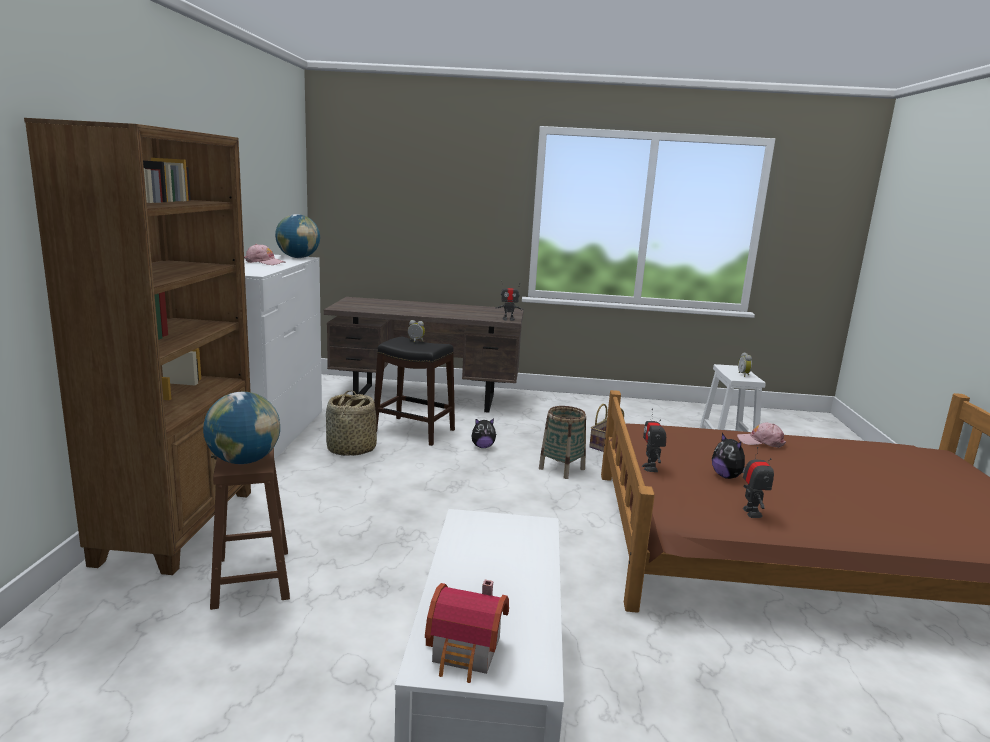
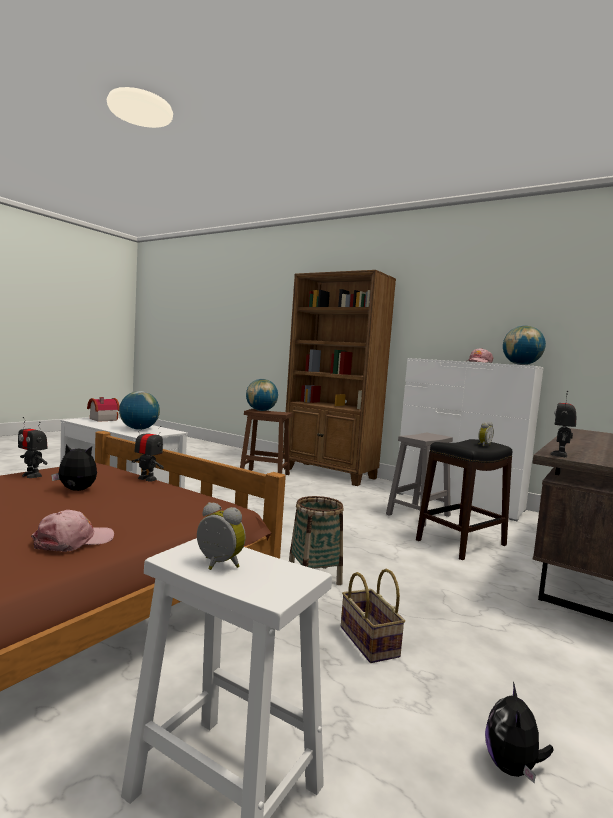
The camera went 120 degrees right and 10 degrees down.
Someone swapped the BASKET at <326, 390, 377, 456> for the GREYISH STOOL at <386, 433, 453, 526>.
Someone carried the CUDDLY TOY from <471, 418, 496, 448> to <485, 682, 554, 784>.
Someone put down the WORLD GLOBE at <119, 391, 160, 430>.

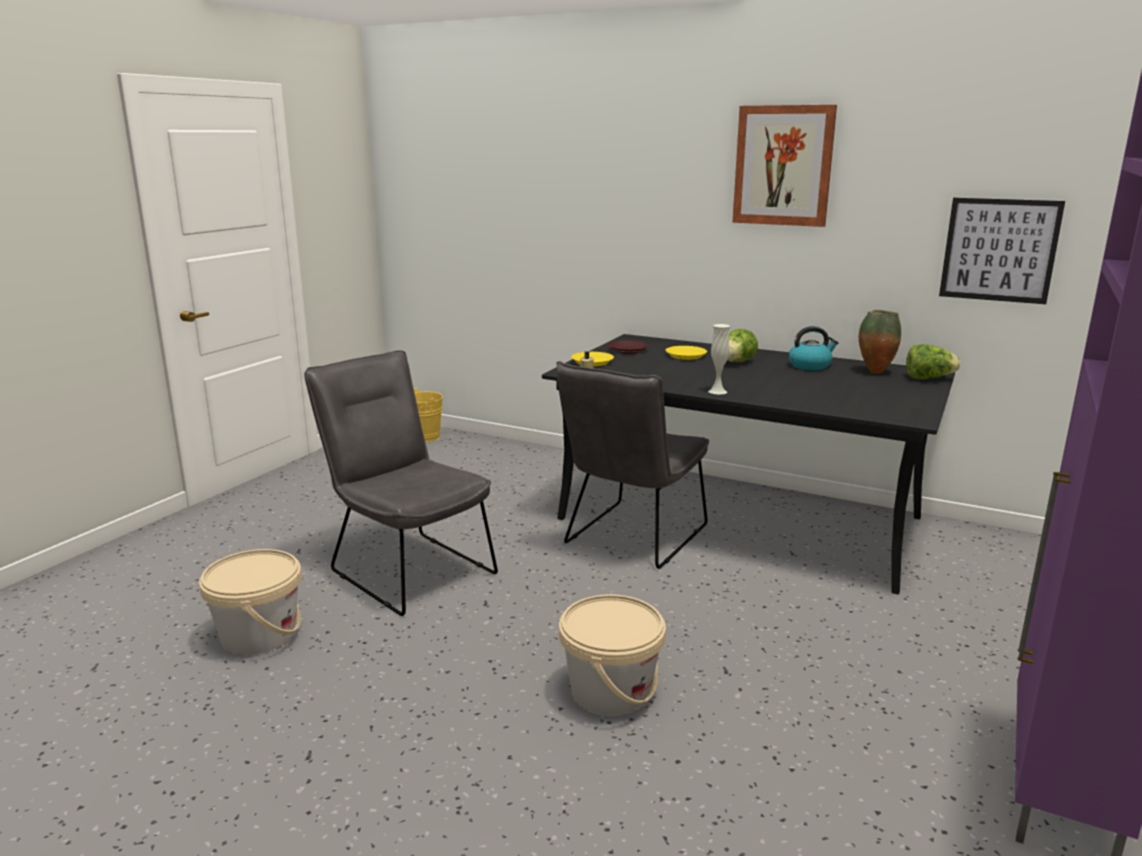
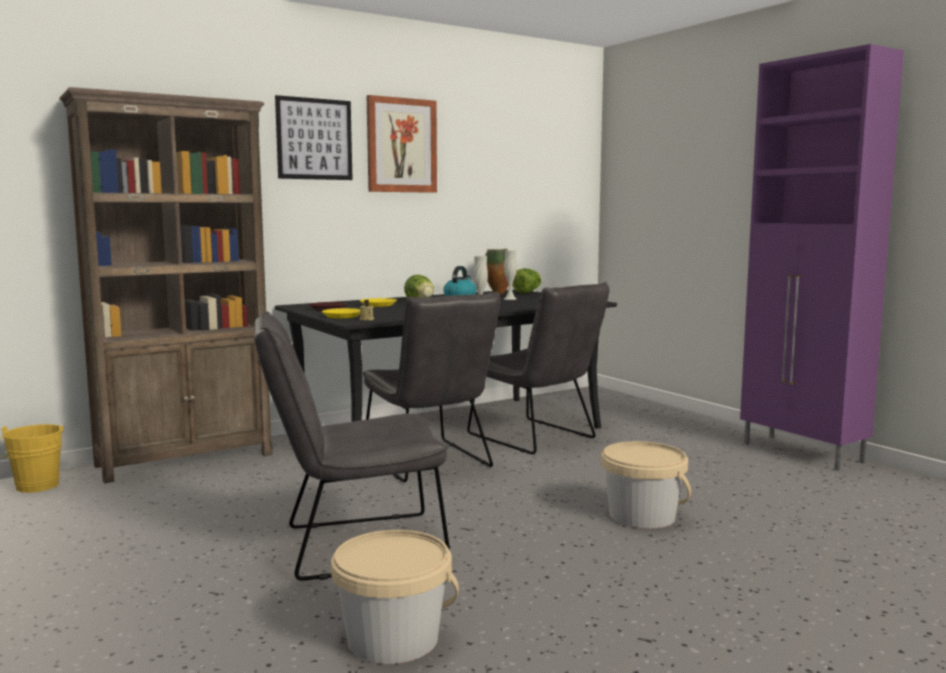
The camera went 60 degrees left and 10 degrees down.
Someone carried the WALL ART from <939, 198, 1065, 304> to <275, 95, 353, 180>.
Someone put down the BROWNISH SHELVING UNIT at <59, 87, 273, 483>.
Someone put down the WHITISH DECORATIVE VASE at <504, 250, 517, 300>.
Someone put down the GREYISH PLAIN CHAIR at <467, 282, 609, 454>.

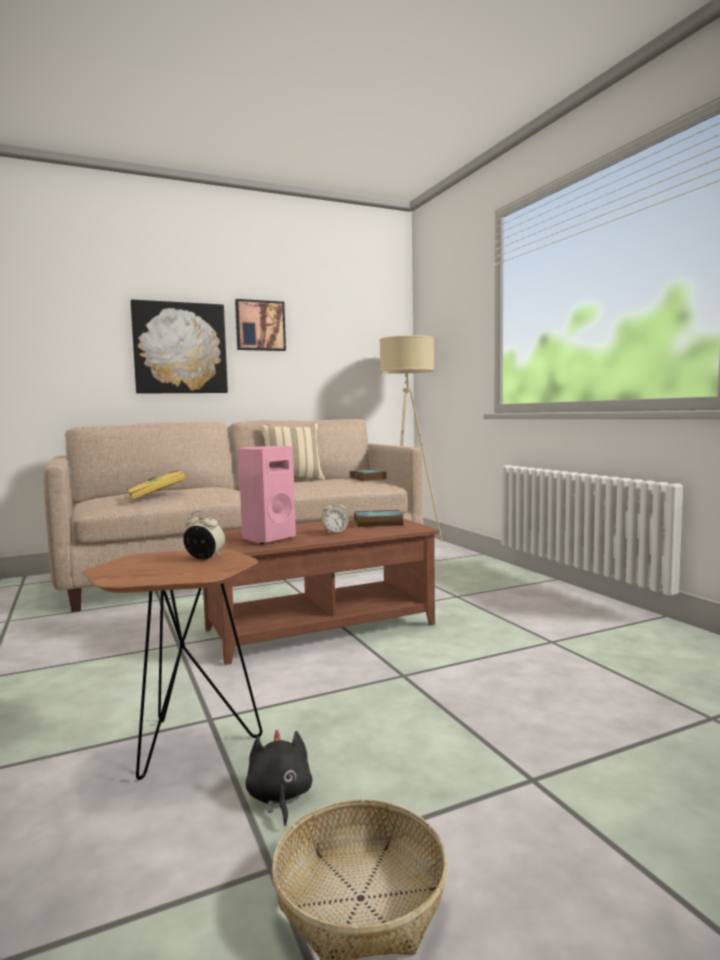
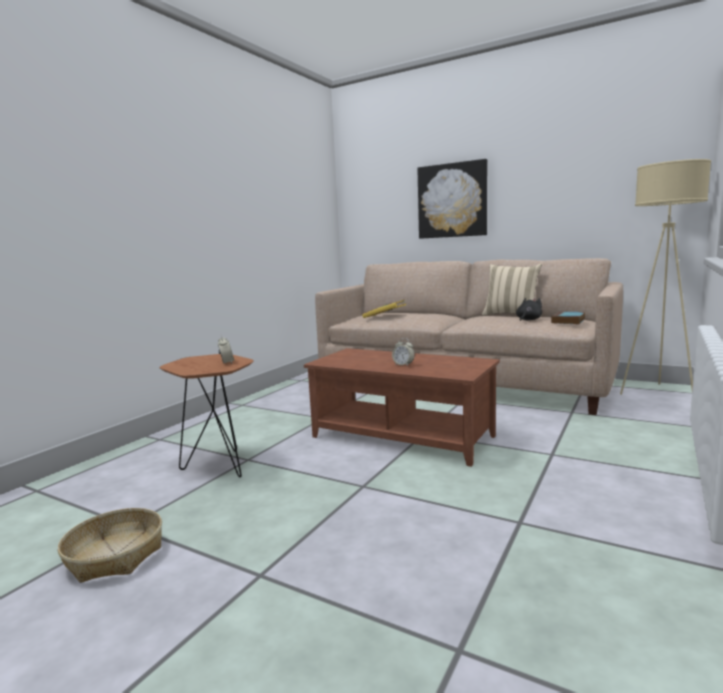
The camera went 55 degrees right and 5 degrees up.
Someone took away the WALL ART at <235, 299, 286, 351>.
Someone took away the PINKISH LOUDSPEAKER at <238, 446, 296, 544>.
Someone took away the BOUND BOOK at <354, 510, 404, 527>.
Someone carried the BLACK-COLOURED CUDDLY TOY from <246, 730, 312, 826> to <516, 298, 542, 321>.

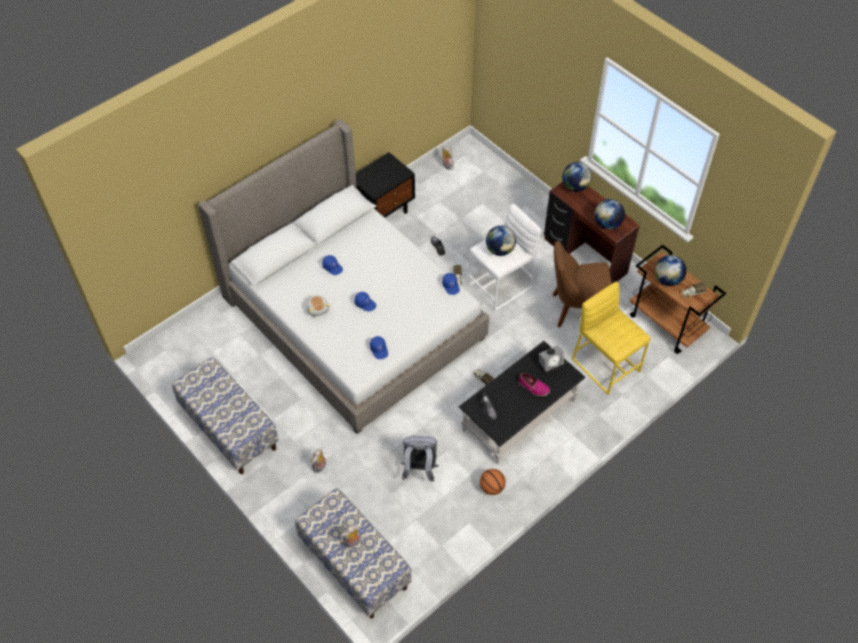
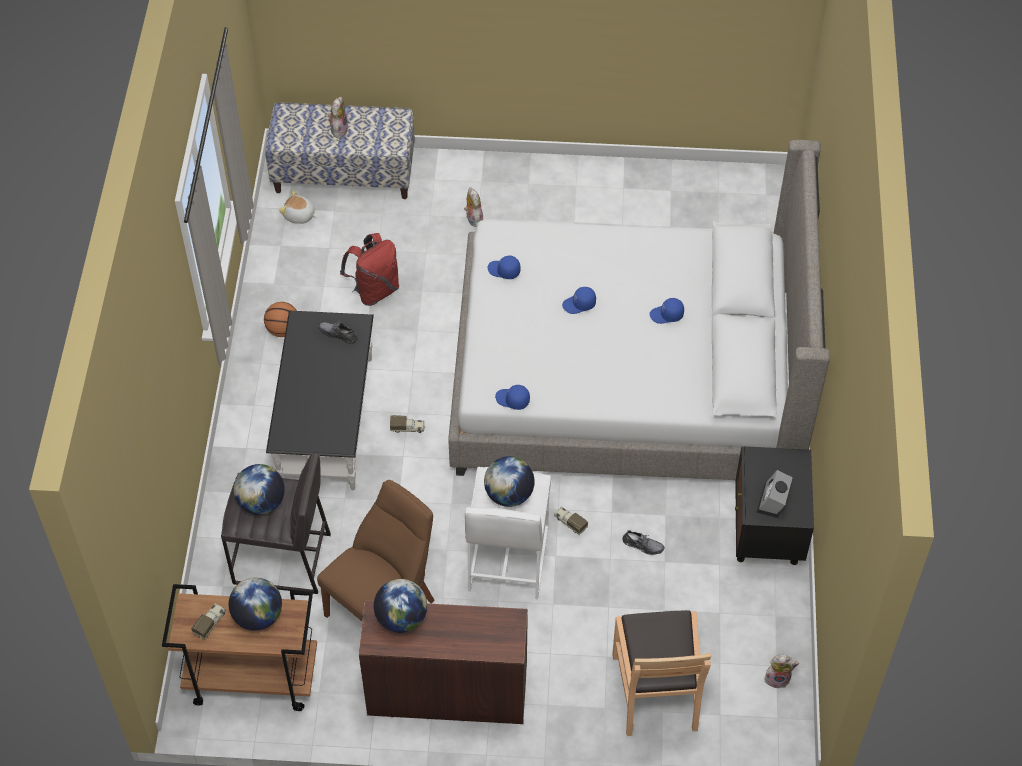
The camera went 135 degrees right and 0 degrees up.
Someone carried the WORLD GLOBE from <562, 162, 592, 192> to <234, 464, 285, 515>.
Someone repainted the YELLOWISH STOOL at <572, 282, 650, 395>, which became the GREYISH STOOL at <221, 453, 331, 594>.
Someone carried the CUDDLY TOY from <306, 295, 330, 316> to <279, 190, 316, 224>.
Someone carried the ALARM CLOCK from <539, 345, 564, 375> to <757, 470, 793, 518>.
Someone took away the INDOOR BENCH at <172, 357, 279, 474>.
Someone took away the LOW SHOE at <519, 373, 550, 396>.
Someone repainted the GREYISH BACKPACK at <401, 435, 438, 482>, which became the RED BACKPACK at <340, 233, 399, 306>.
Someone put down the BROWNISH PLAIN CHAIR at <612, 610, 711, 736>.

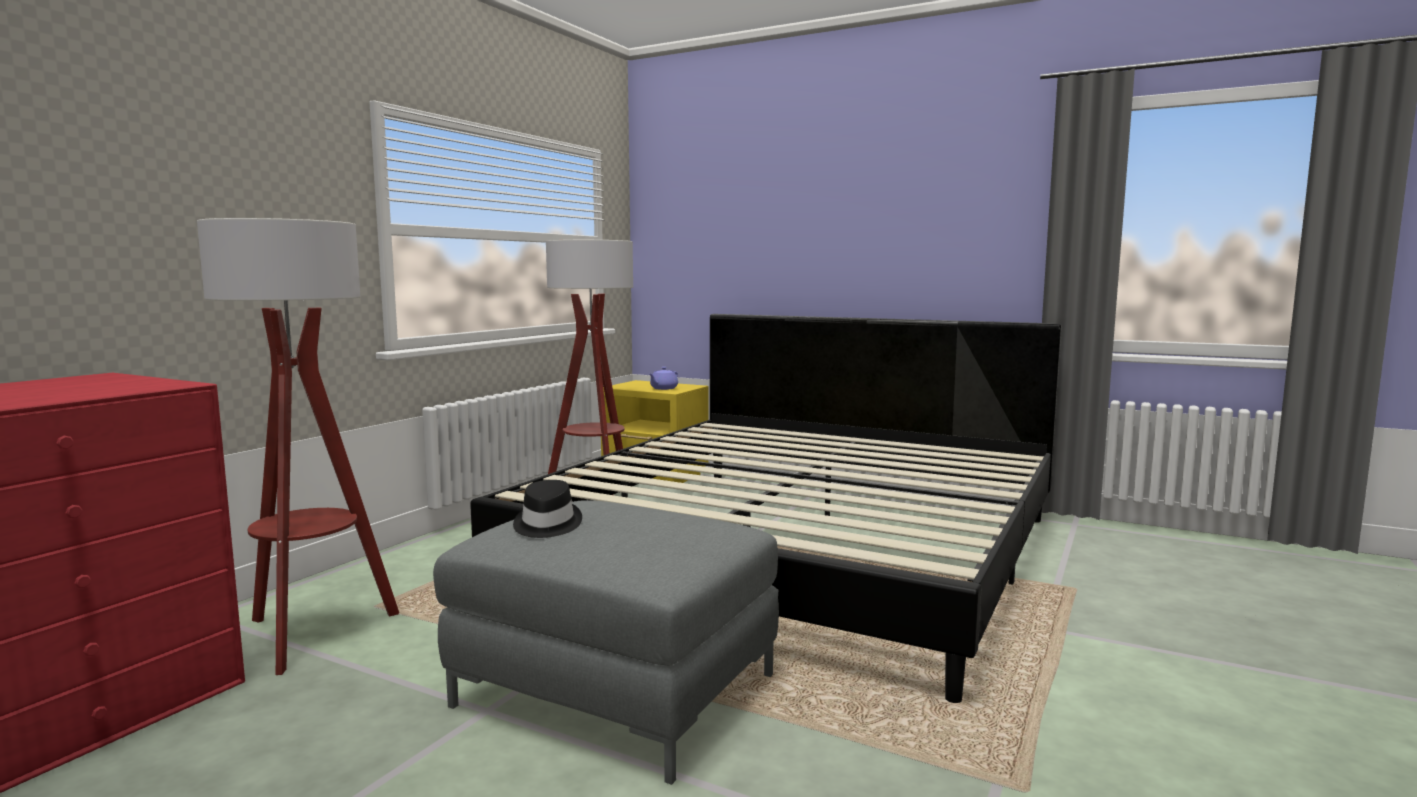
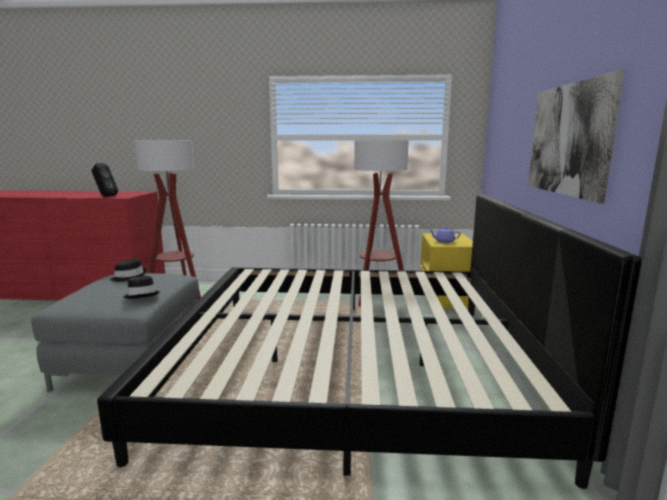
The camera went 65 degrees right and 5 degrees up.
Someone put up the WALL ART at <528, 70, 625, 204>.
Someone put down the BLACK-COLOURED LOUDSPEAKER at <91, 163, 118, 197>.
Someone put down the BLACK-COLOURED HAT at <123, 276, 160, 299>.

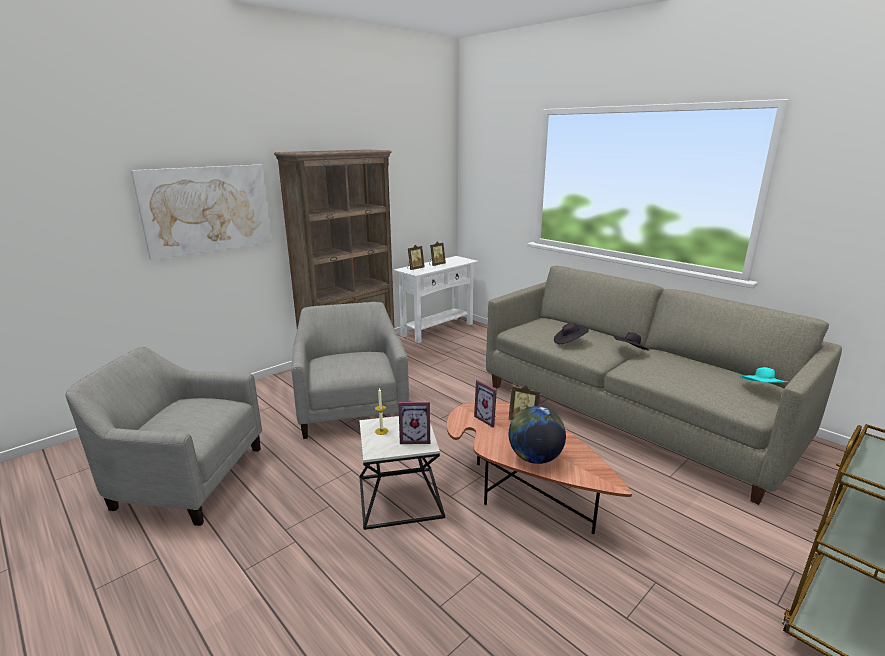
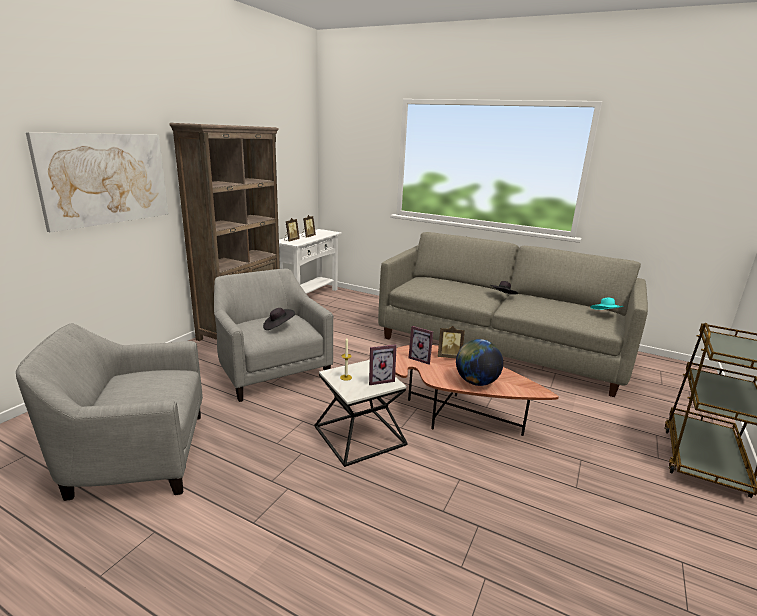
The camera went 20 degrees left and 0 degrees up.
Someone carried the BLACK-COLOURED HAT from <554, 323, 589, 344> to <263, 308, 295, 330>.

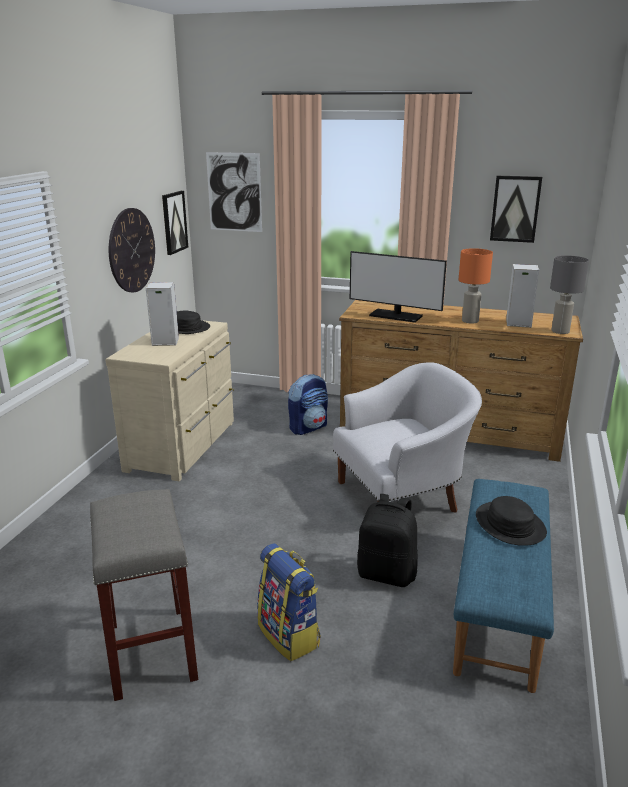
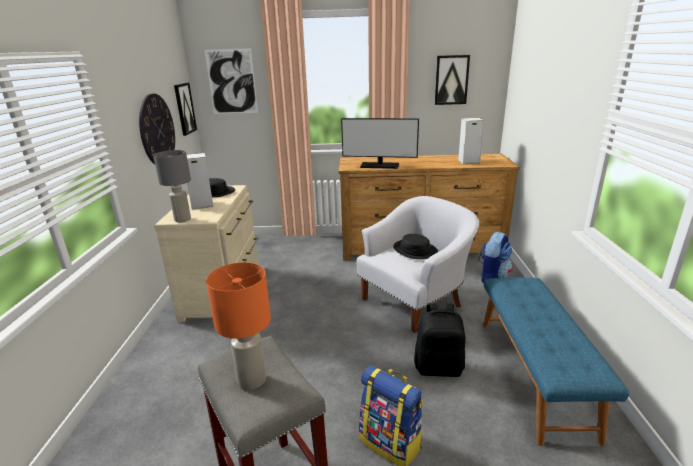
The camera went 15 degrees left and 0 degrees up.
Someone carried the ORANGEY TABLE LAMP from <459, 248, 493, 324> to <206, 262, 271, 390>.
Someone carried the GREYISH TABLE LAMP from <550, 256, 589, 334> to <153, 150, 191, 222>.
Someone carried the BACKPACK from <288, 374, 328, 435> to <479, 231, 513, 283>.
Someone carried the BLACK-COLOURED HAT from <476, 496, 547, 546> to <393, 234, 438, 259>.

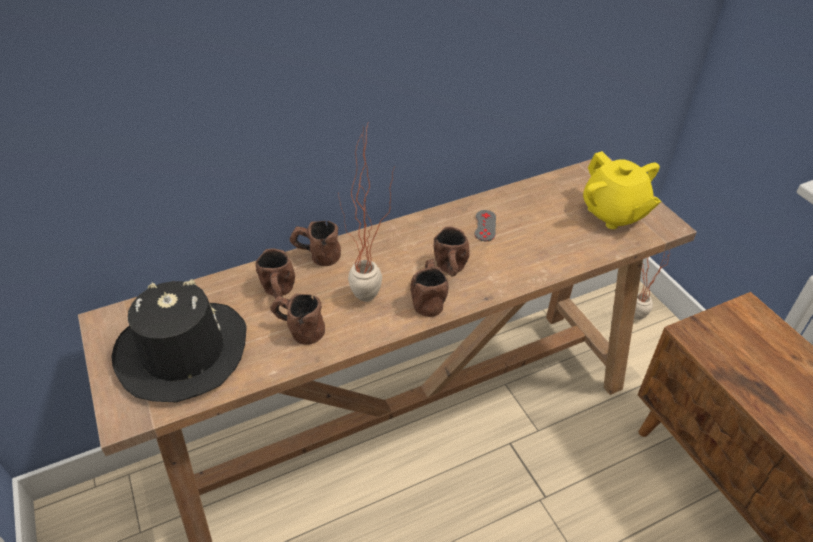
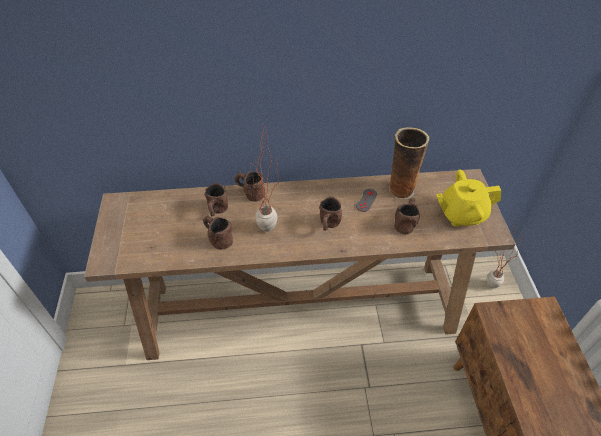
The camera went 20 degrees right and 5 degrees up.
Someone rotated the YELLOWISH TEA POT at <583, 151, 661, 229> by 90 degrees clockwise.
Someone carried the BROWNISH COFFEE MUG from <410, 259, 449, 317> to <395, 198, 420, 235>.
Someone took away the BLACK-COLOURED HAT at <111, 279, 247, 402>.
Someone put down the DECORATIVE VASE at <389, 127, 429, 199>.

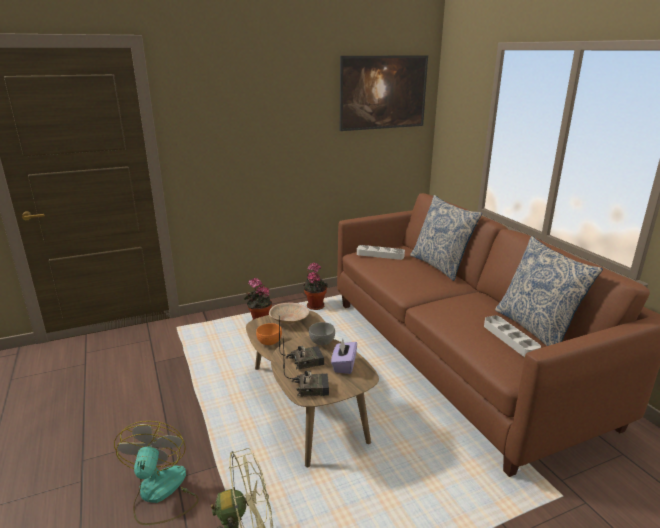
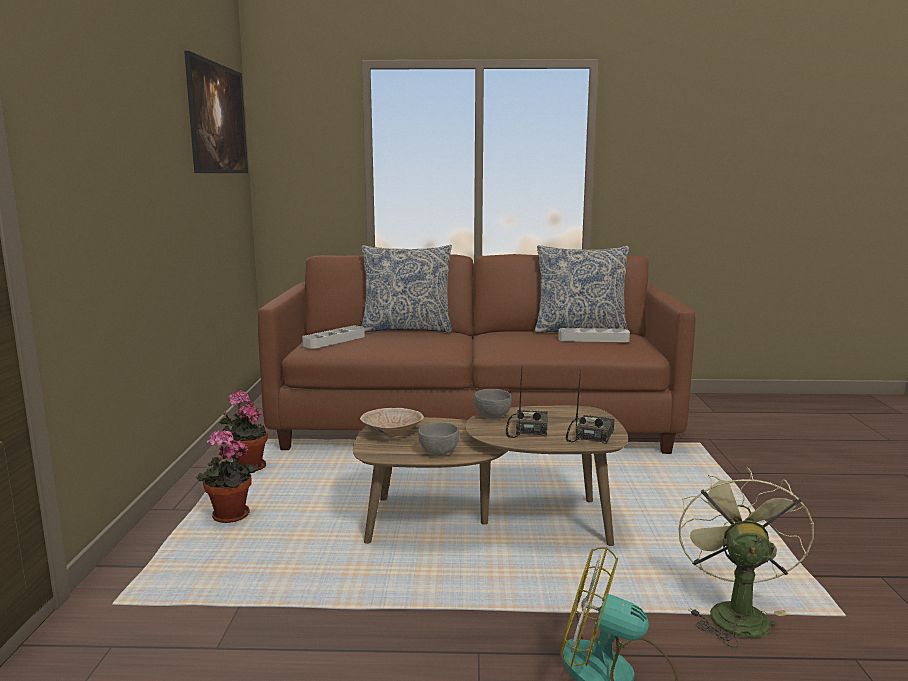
The camera went 65 degrees left and 10 degrees down.
Someone repainted the ORANGEY BOWL at <256, 323, 282, 345>, which became the GREYISH BOWL at <418, 422, 459, 456>.
Someone took away the PURPLISH TISSUE HOLDER at <331, 339, 357, 374>.

